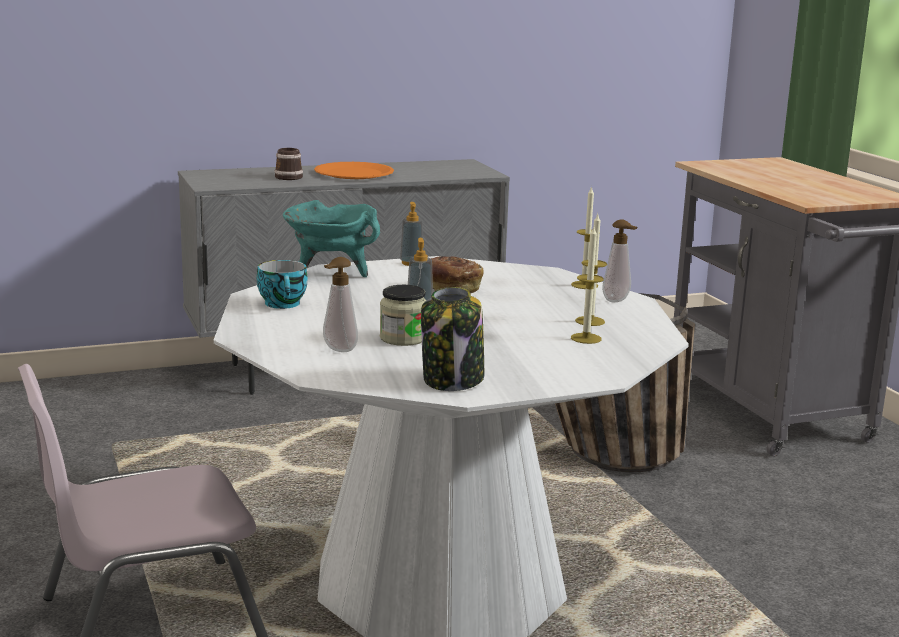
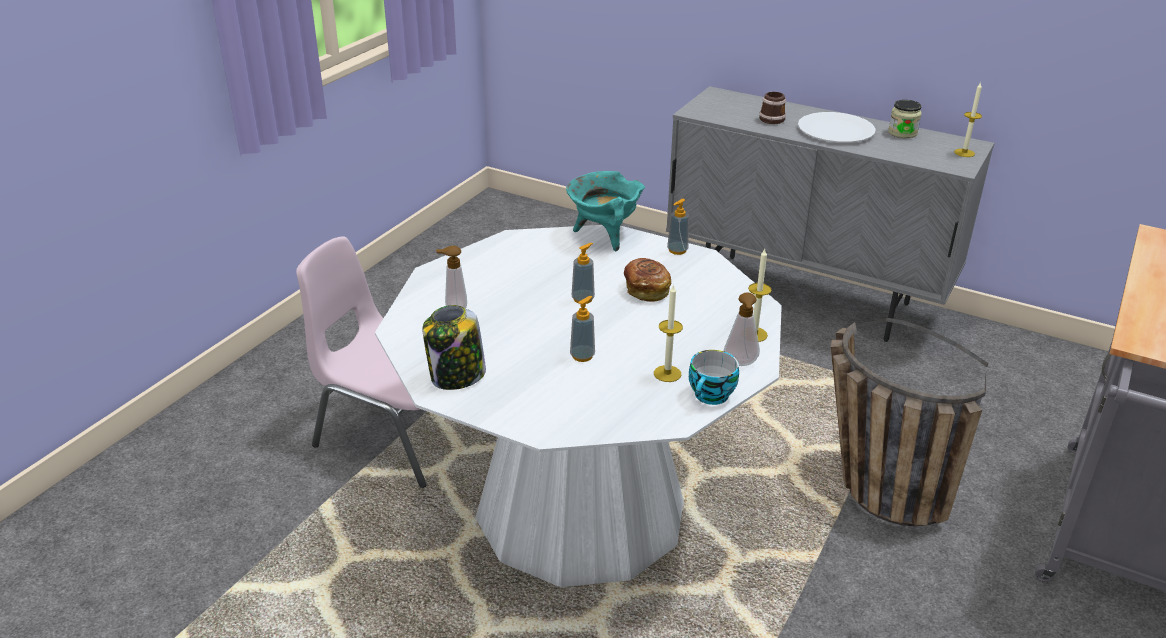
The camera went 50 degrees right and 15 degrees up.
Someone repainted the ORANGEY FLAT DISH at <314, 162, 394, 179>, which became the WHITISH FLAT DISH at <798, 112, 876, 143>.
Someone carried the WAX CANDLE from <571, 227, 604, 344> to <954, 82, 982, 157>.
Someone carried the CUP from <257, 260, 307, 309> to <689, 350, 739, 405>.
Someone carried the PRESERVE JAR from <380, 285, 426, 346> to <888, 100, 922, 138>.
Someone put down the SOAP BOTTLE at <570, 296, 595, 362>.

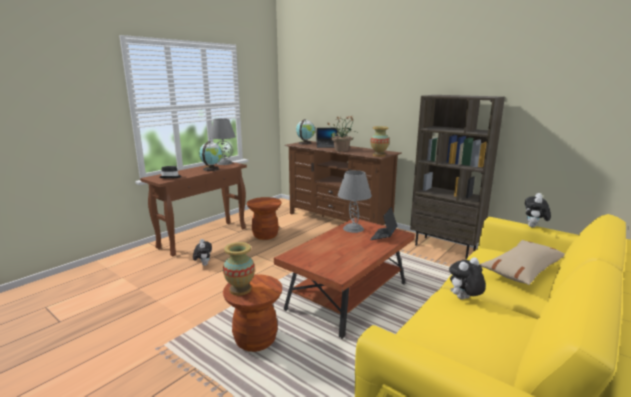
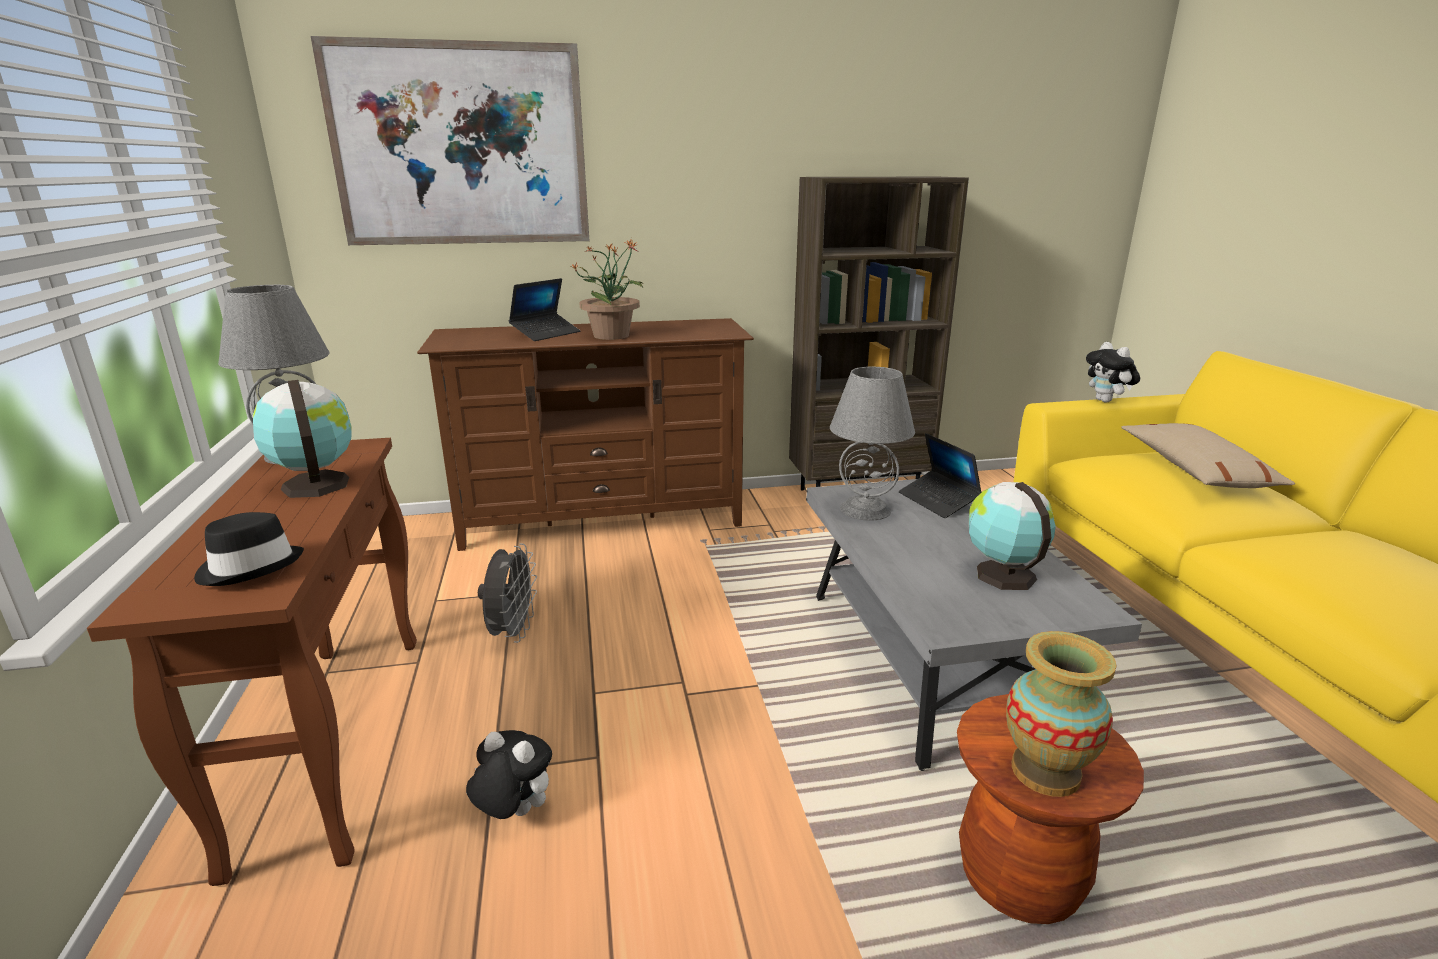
The camera went 50 degrees left and 5 degrees up.
Someone carried the WORLD GLOBE from <296, 119, 315, 145> to <969, 482, 1056, 590>.
Someone took away the DECORATIVE VASE at <370, 126, 390, 157>.
Someone swapped the BROWNISH STOOL at <247, 197, 282, 240> for the GREYISH COOLING FAN at <478, 543, 537, 643>.
Someone repainted the BROWNISH LOUNGE TABLE at <274, 218, 415, 339>, which became the GREYISH LOUNGE TABLE at <806, 479, 1142, 771>.
Someone took away the CUDDLY TOY at <449, 257, 486, 300>.
Someone put up the WALL ART at <311, 36, 589, 245>.

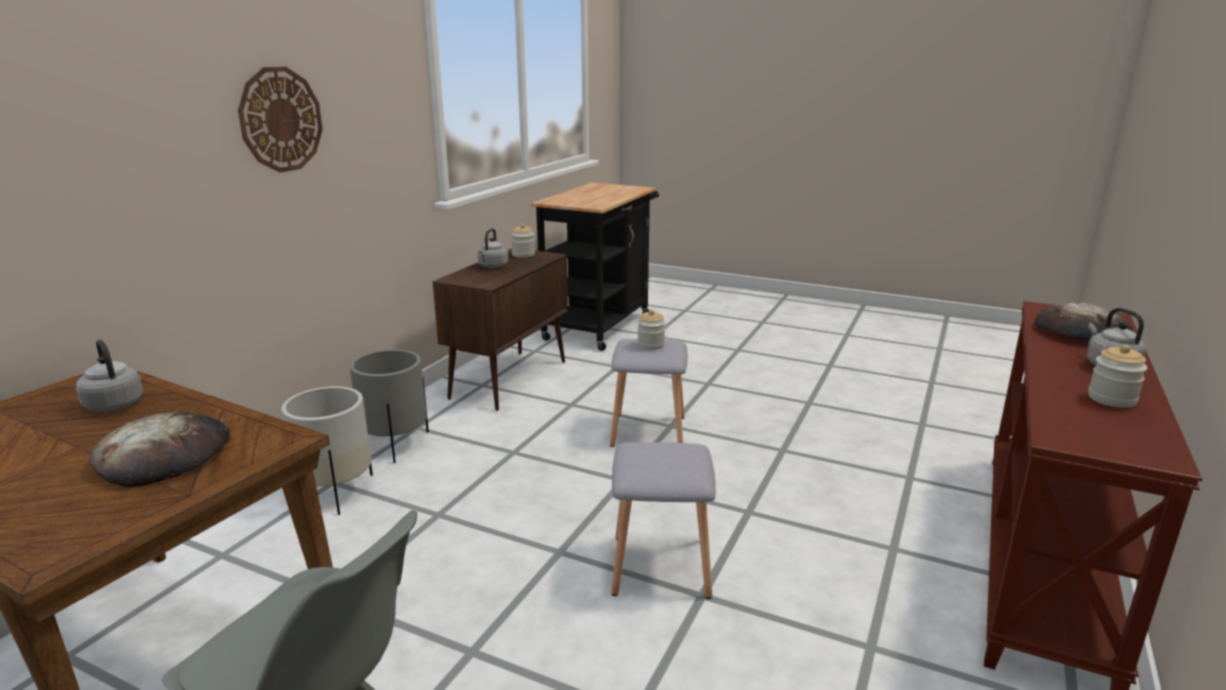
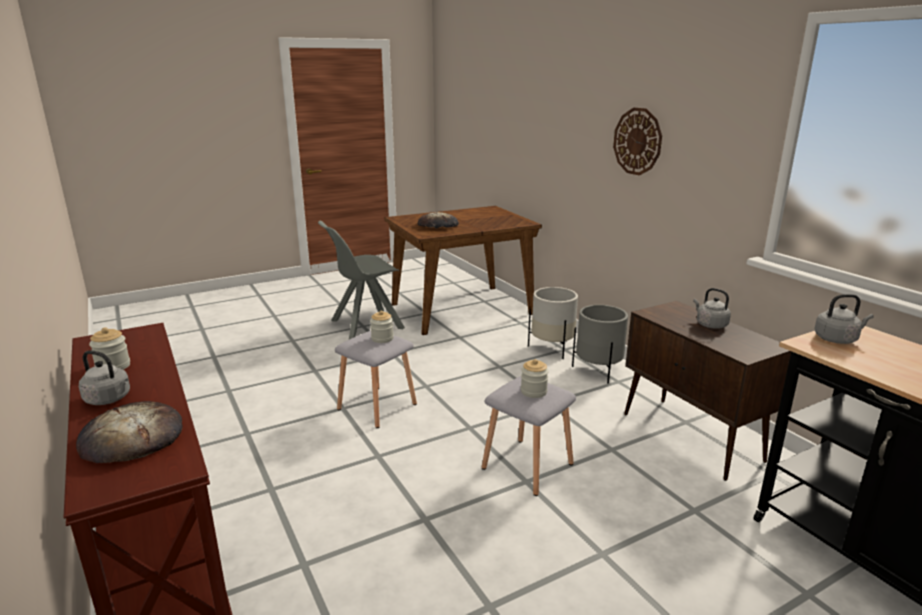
The camera went 125 degrees right and 0 degrees up.
Someone carried the PRESERVE JAR from <511, 224, 535, 258> to <370, 310, 394, 343>.
Someone carried the GREYISH KETTLE from <76, 340, 143, 412> to <814, 294, 874, 344>.

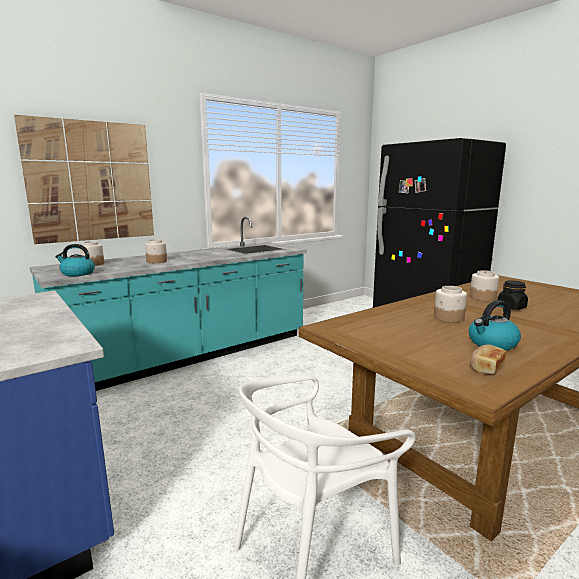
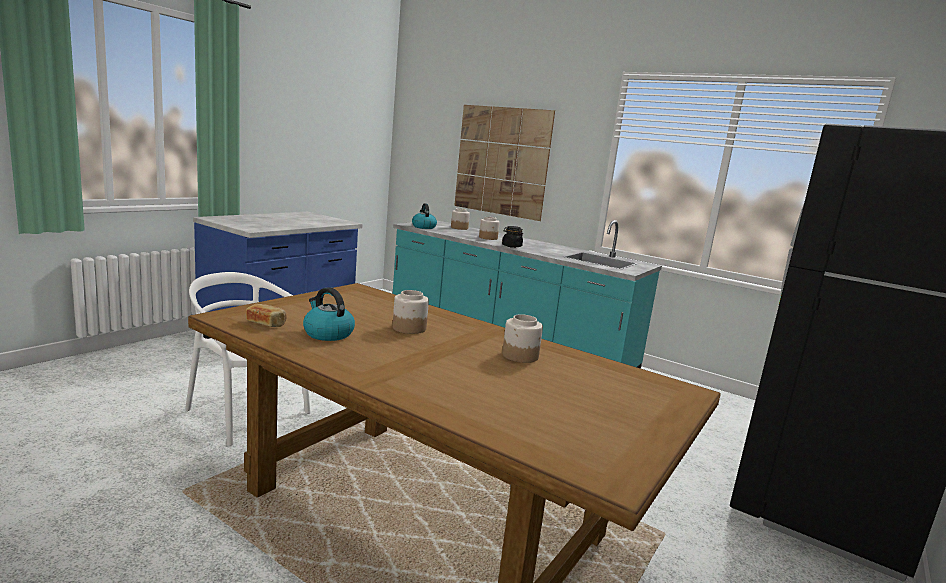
The camera went 70 degrees right and 0 degrees up.
Someone carried the BLACK-COLOURED PRESERVE JAR from <497, 280, 528, 310> to <502, 226, 523, 248>.

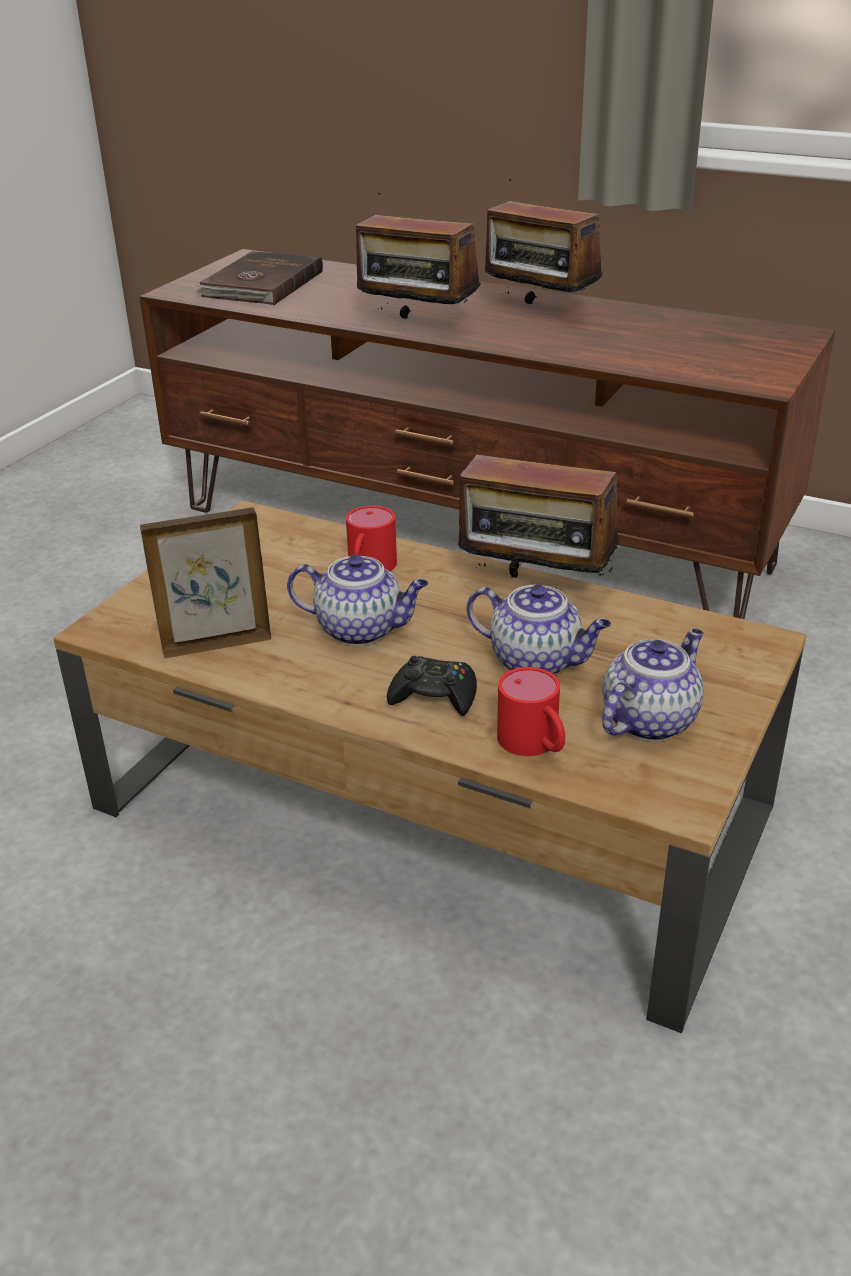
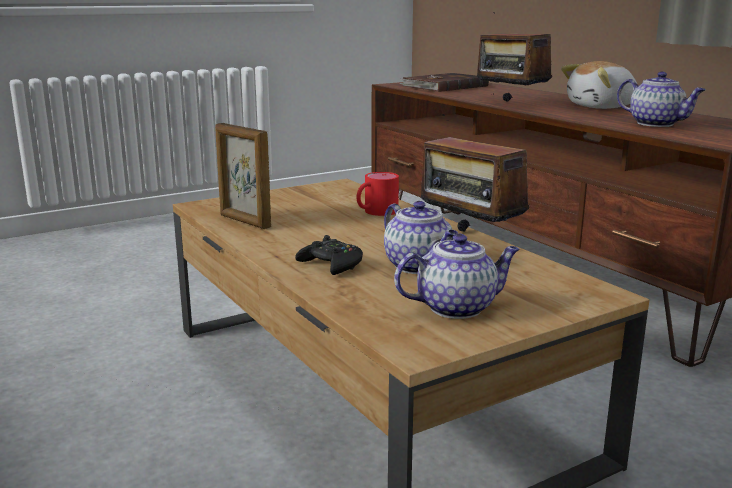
The camera went 30 degrees right and 15 degrees down.
Someone swapped the RADIO SET at <485, 179, 603, 304> for the CUDDLY TOY at <561, 61, 637, 109>.
Someone rotated the PICTURE FRAME at <140, 507, 271, 659> by 150 degrees counterclockwise.
Someone carried the TEA POT from <287, 555, 428, 646> to <617, 72, 706, 127>.
Someone took away the RED COFFEE MUG at <497, 667, 565, 756>.

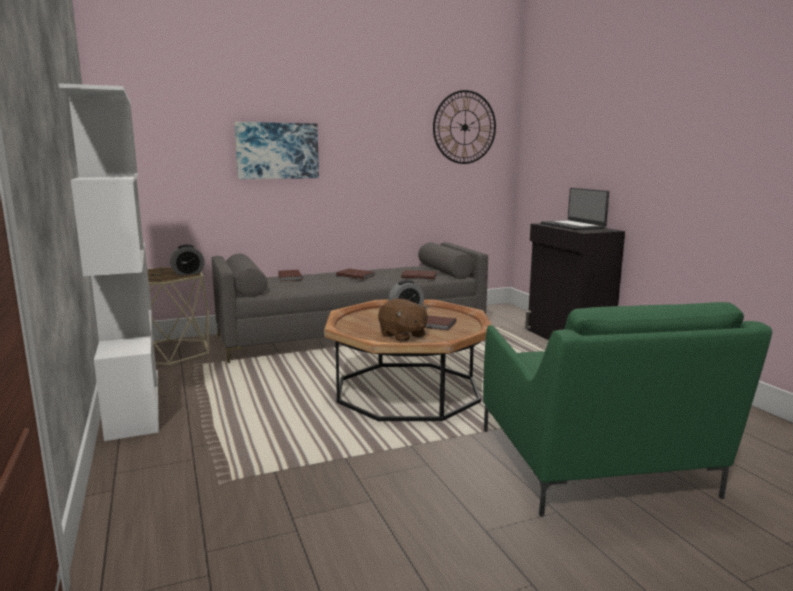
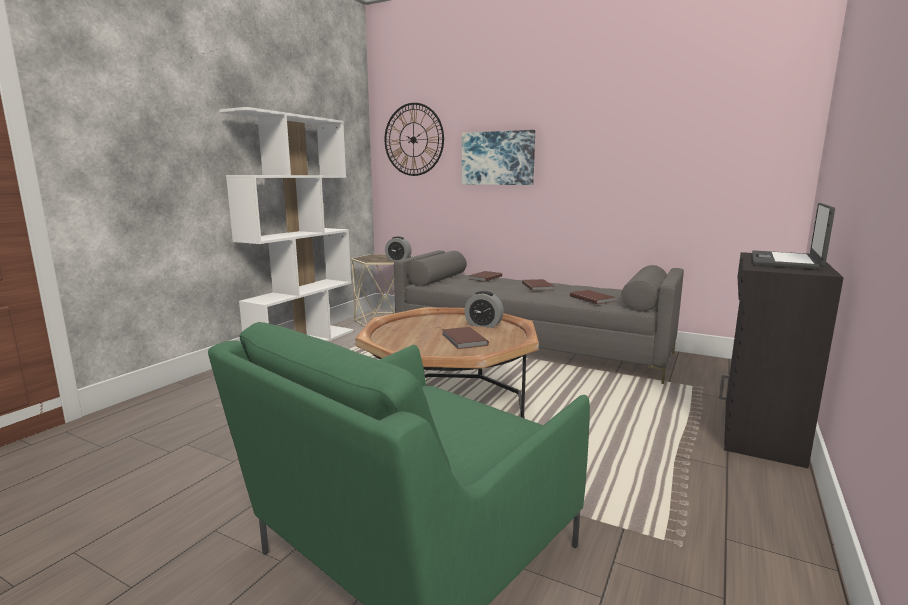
The camera went 50 degrees right and 0 degrees up.
Someone carried the CLOCK ON THE WALL from <433, 90, 496, 164> to <385, 103, 444, 176>.
Someone took away the BROWNISH CUDDLY TOY at <378, 298, 429, 342>.

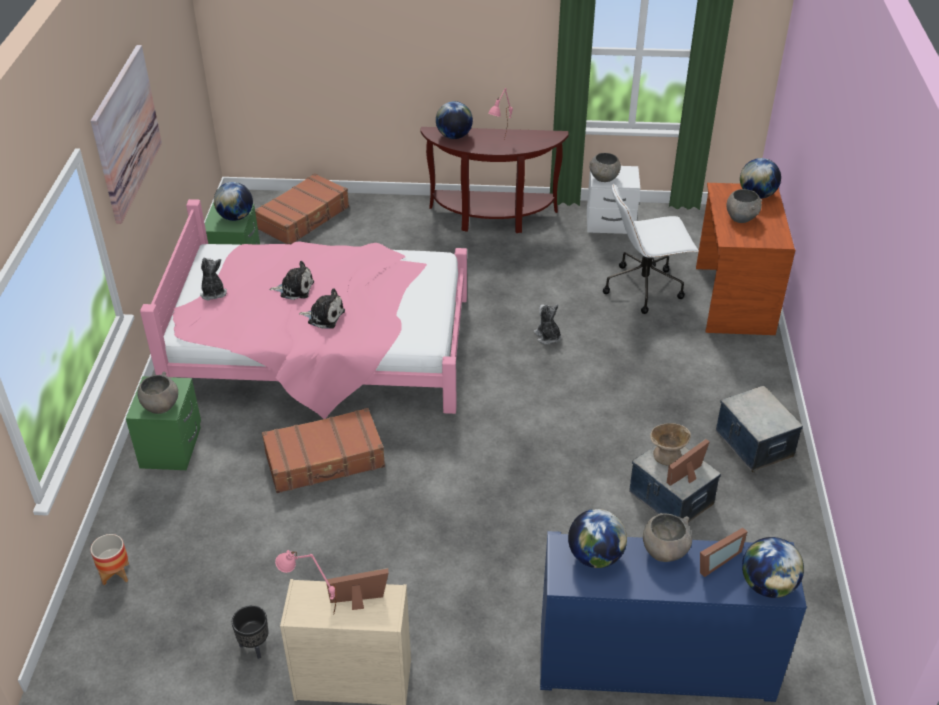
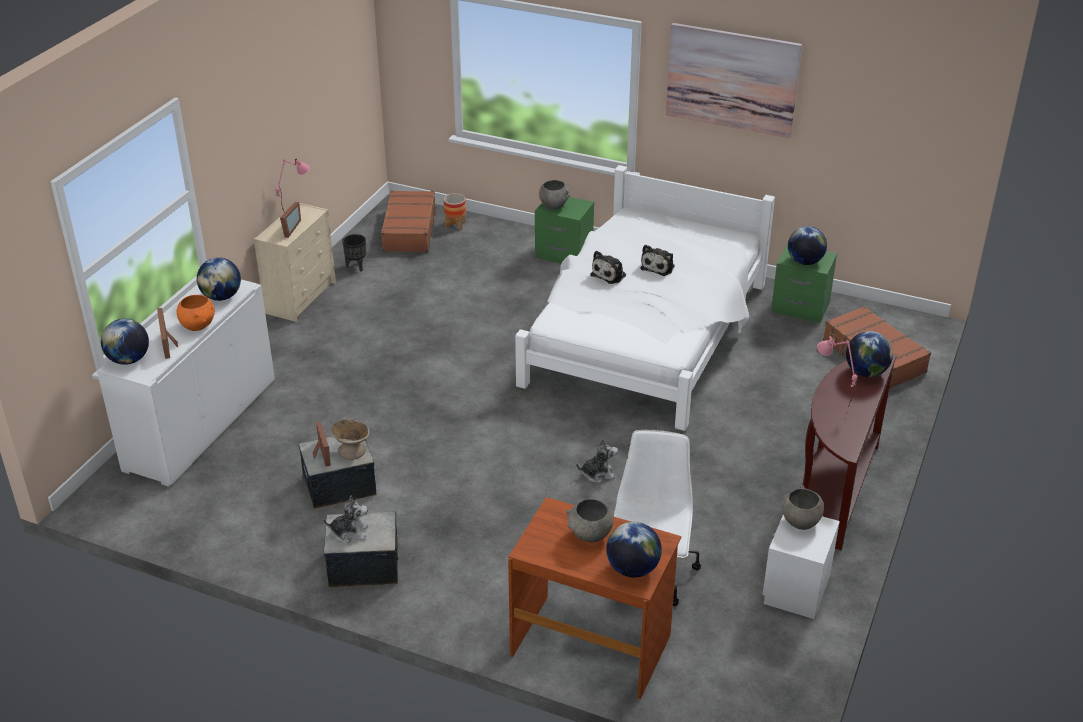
The camera went 110 degrees right and 5 degrees down.
Someone repainted the PINKISH BEDROOM BED at <140, 199, 467, 419>, which became the WHITISH BEDROOM BED at <515, 165, 775, 431>.
Someone carried the CUDDLY TOY from <200, 258, 227, 301> to <323, 496, 368, 543>.
Someone carried the BROWNISH PIECE OF LUGGAGE from <262, 408, 385, 493> to <379, 190, 436, 252>.
Someone repainted the GREYISH BOWL at <643, 513, 692, 562>, which became the ORANGEY BOWL at <177, 295, 215, 331>.
Someone repainted the BLUE-COLOURED STORAGE CABINET at <540, 531, 807, 702>, which became the WHITISH STORAGE CABINET at <97, 279, 275, 487>.

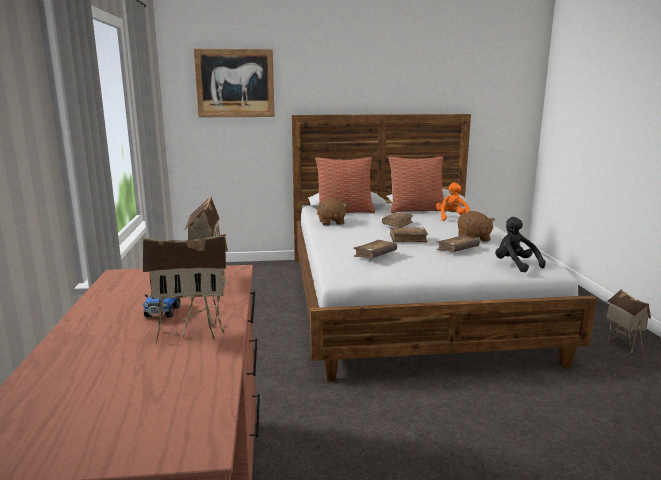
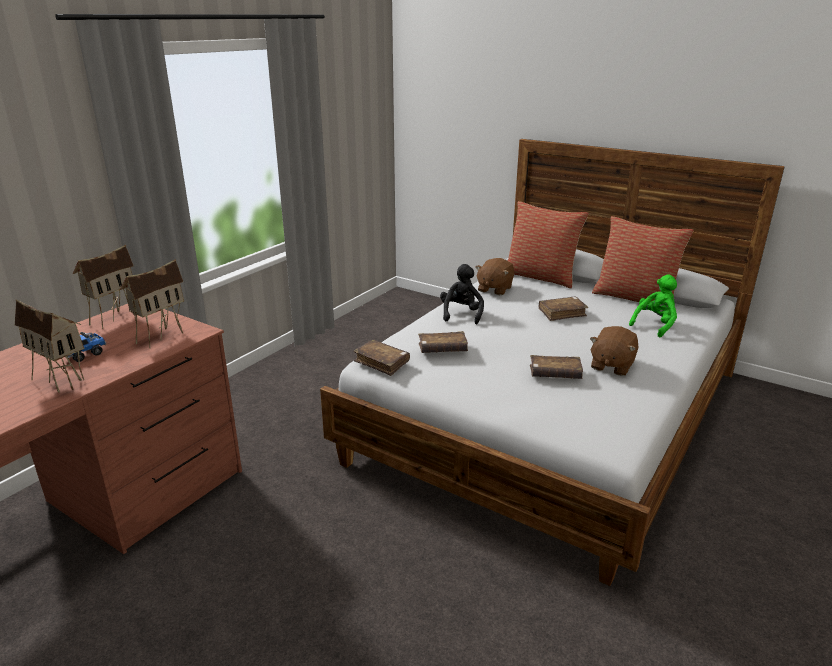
The camera went 40 degrees right and 10 degrees up.
Someone took away the WALL ART at <194, 49, 275, 117>.
Someone repainted the ORANGEY CUDDLY TOY at <436, 182, 470, 221>, which became the GREENISH CUDDLY TOY at <629, 274, 677, 337>.
Someone carried the BLACK-COLOURED CUDDLY TOY from <495, 217, 546, 273> to <440, 264, 484, 324>.
Someone carried the BROWNISH BOUND BOOK from <390, 227, 428, 242> to <353, 340, 410, 376>.
Someone carried the MODEL HOUSE from <606, 289, 651, 353> to <73, 245, 134, 329>.

